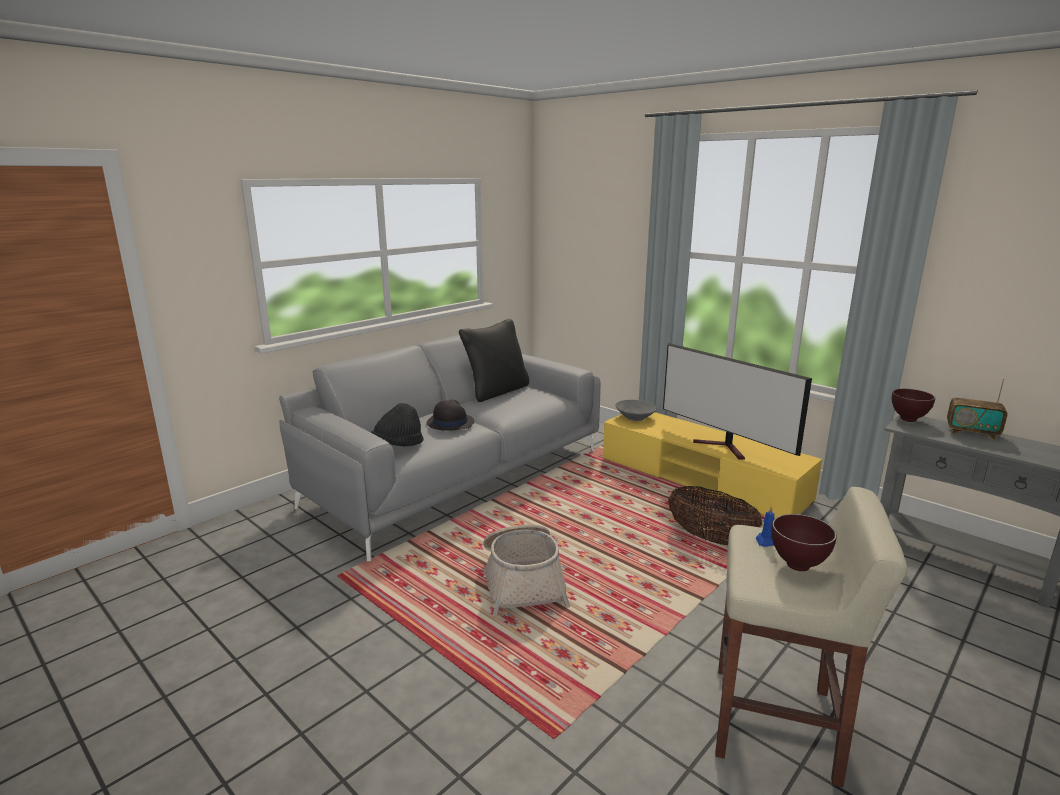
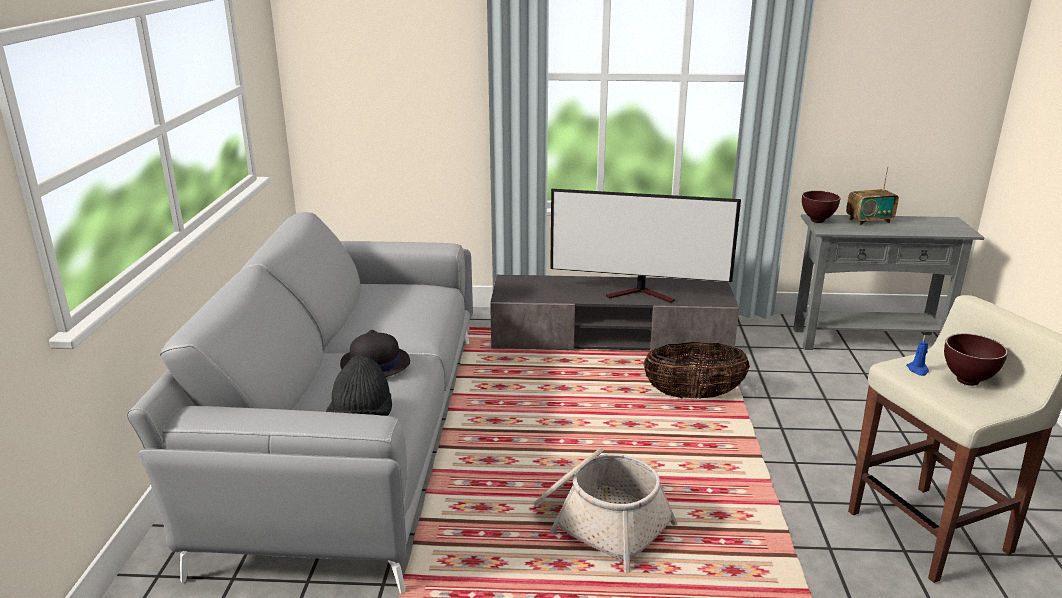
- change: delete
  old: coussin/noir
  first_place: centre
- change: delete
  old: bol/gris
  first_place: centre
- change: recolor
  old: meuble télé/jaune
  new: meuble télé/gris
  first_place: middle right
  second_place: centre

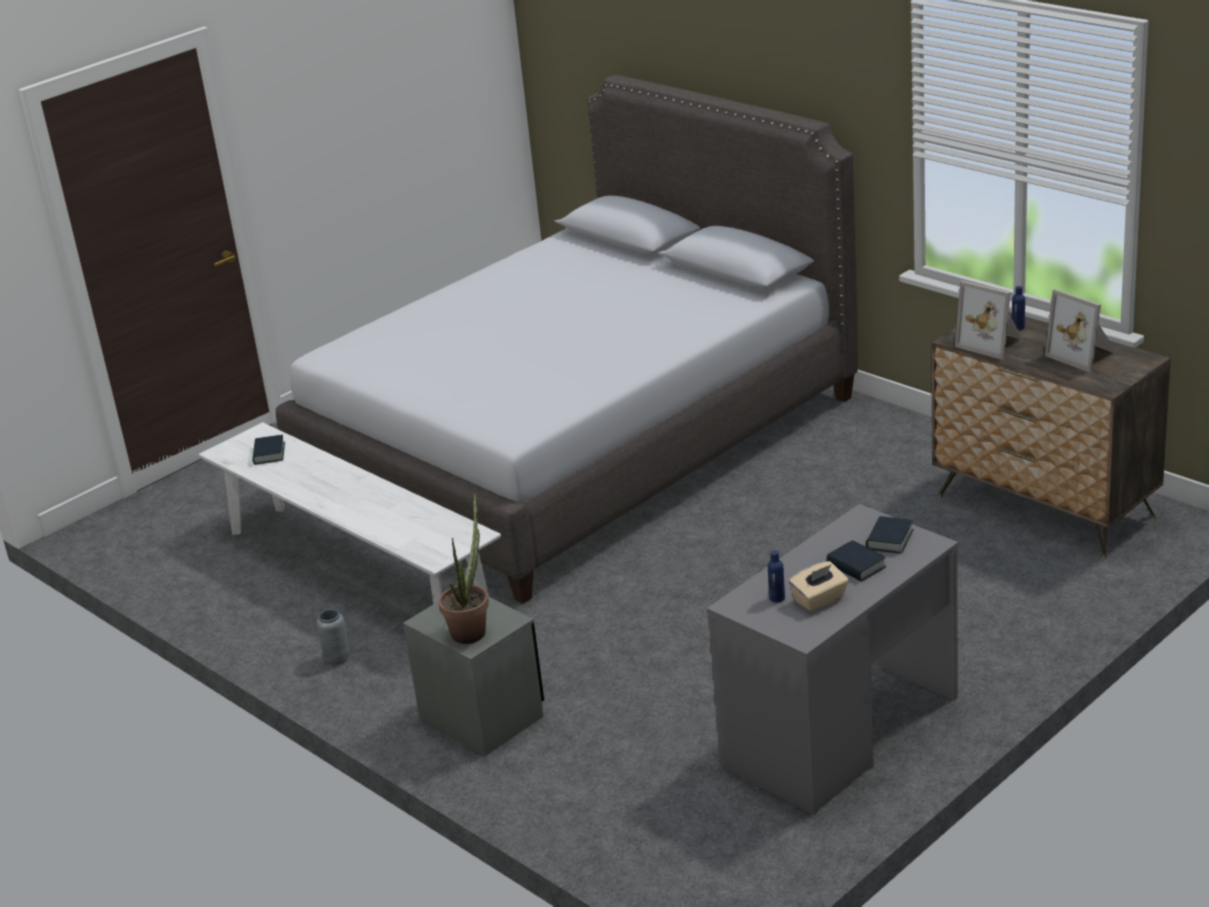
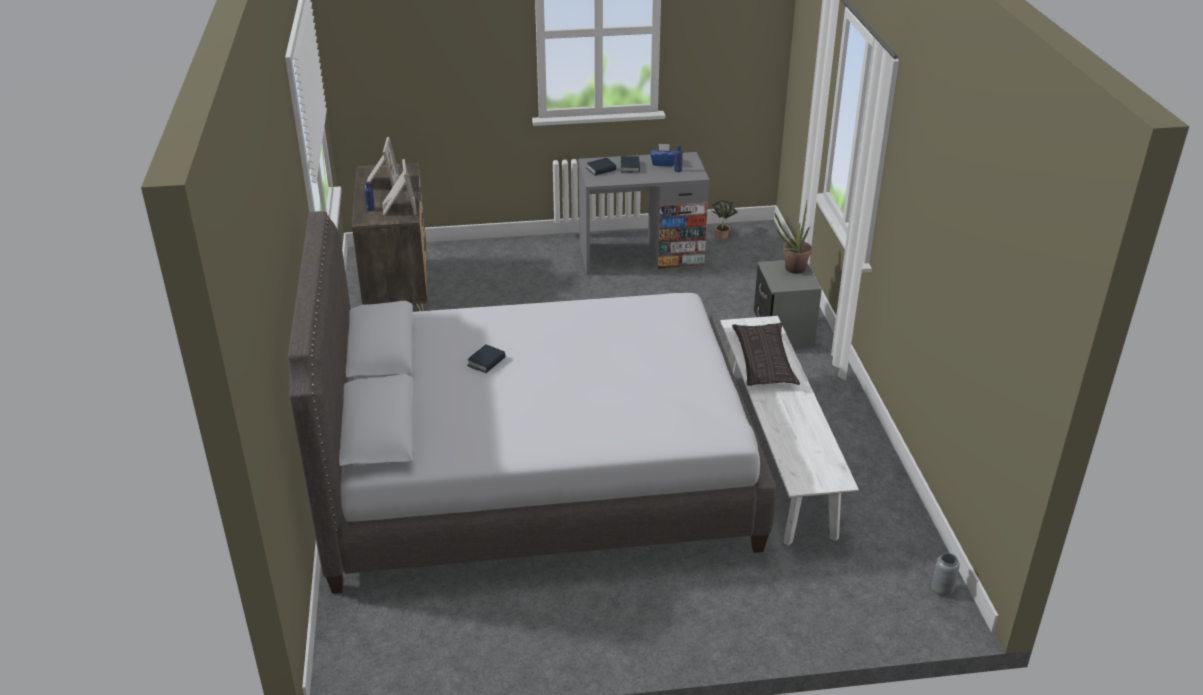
- change: insert
  new: plante en pot (1st from left)
  second_place: top centre
- change: insert
  new: coussin
  second_place: centre
- change: move
  old: livre (1st from left)
  first_place: middle left
  second_place: centre
- change: move
  old: vase/gris
  first_place: bottom left
  second_place: bottom right
- change: recolor
  old: boîte à mouchoirs/beige
  new: boîte à mouchoirs/bleu
  first_place: middle right
  second_place: top centre

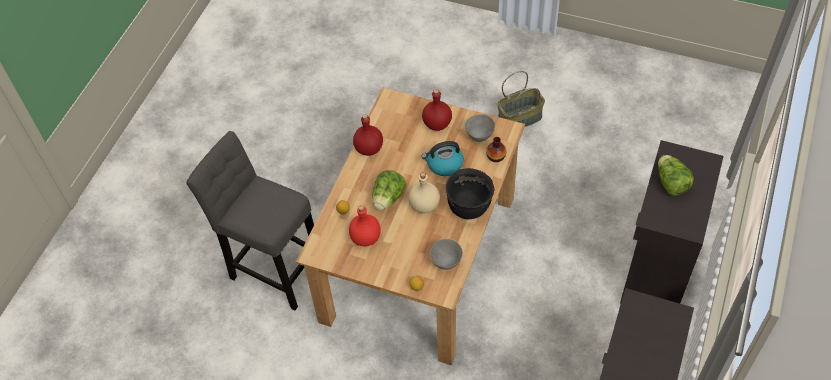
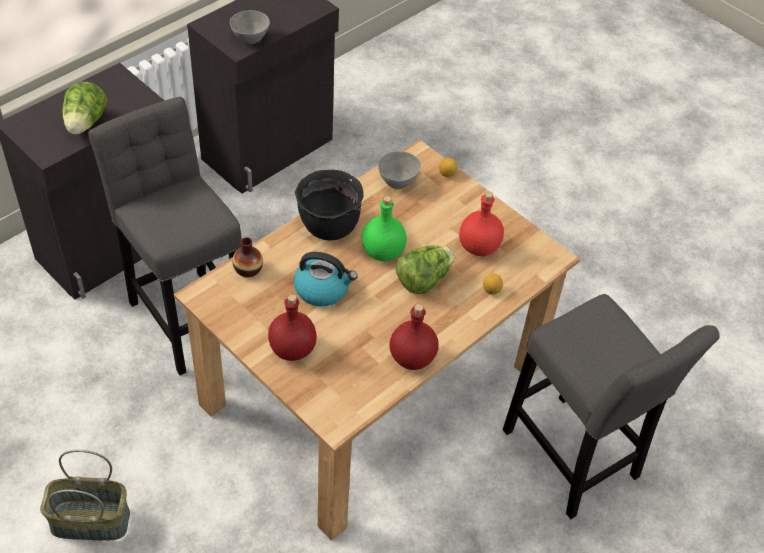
- change: insert
  new: tabouret/gris (1st from left)
  second_place: middle left
- change: move
  old: bol/gris (2nd from left in the first image)
  new: bol/gris (1st from left)
  first_place: centre
  second_place: top left
- change: recolor
  old: bouteille/beige
  new: bouteille/vert
  first_place: centre
  second_place: centre

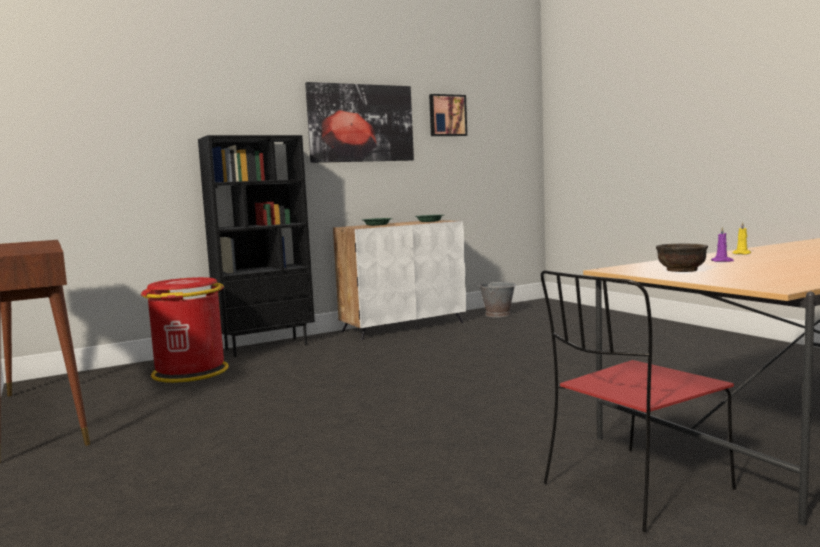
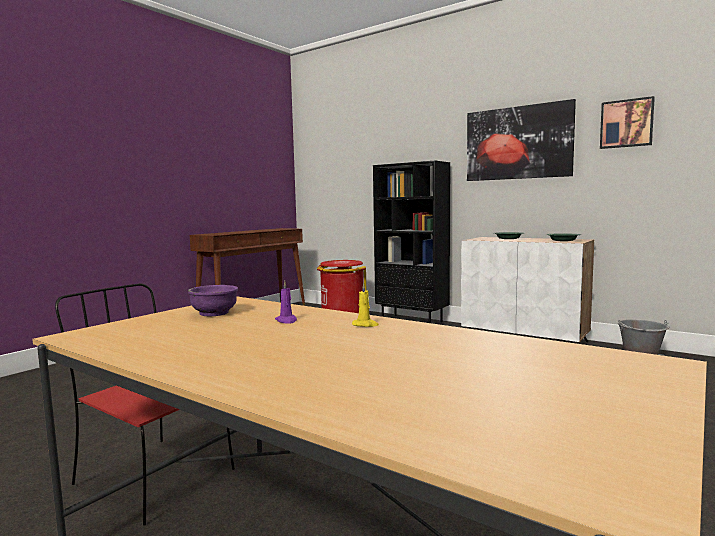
- change: recolor
  old: bol/marron
  new: bol/violet
  first_place: middle right
  second_place: middle left

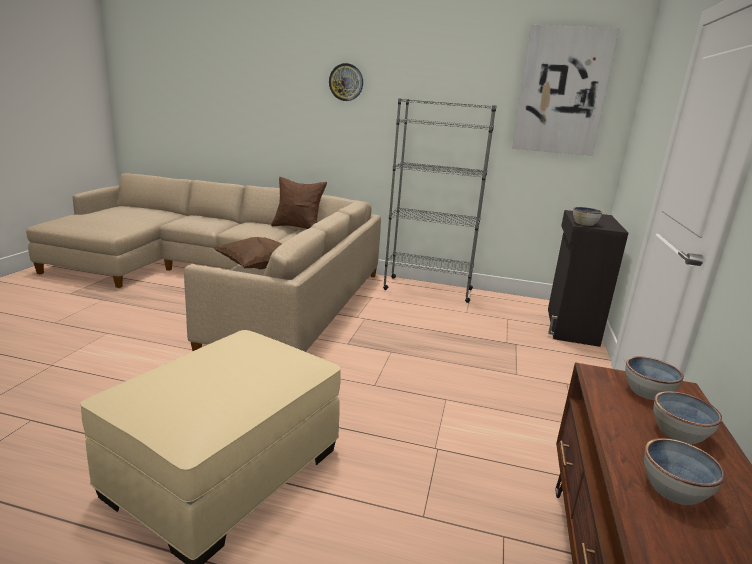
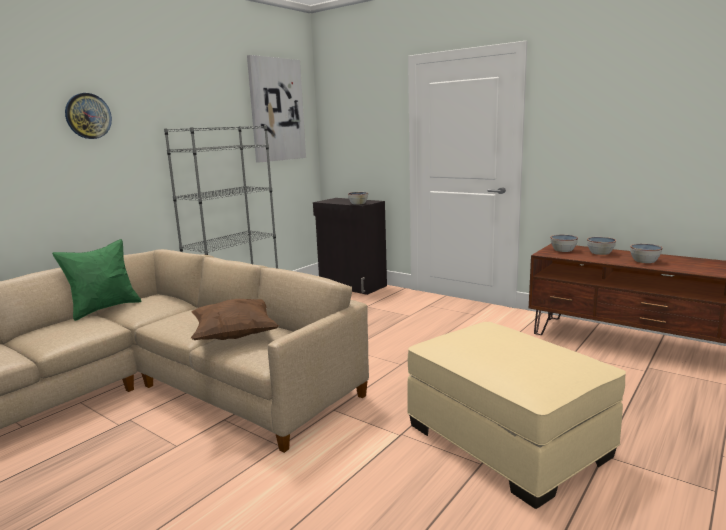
- change: recolor
  old: coussin/marron (2nd from left)
  new: coussin/vert
  first_place: centre
  second_place: middle left

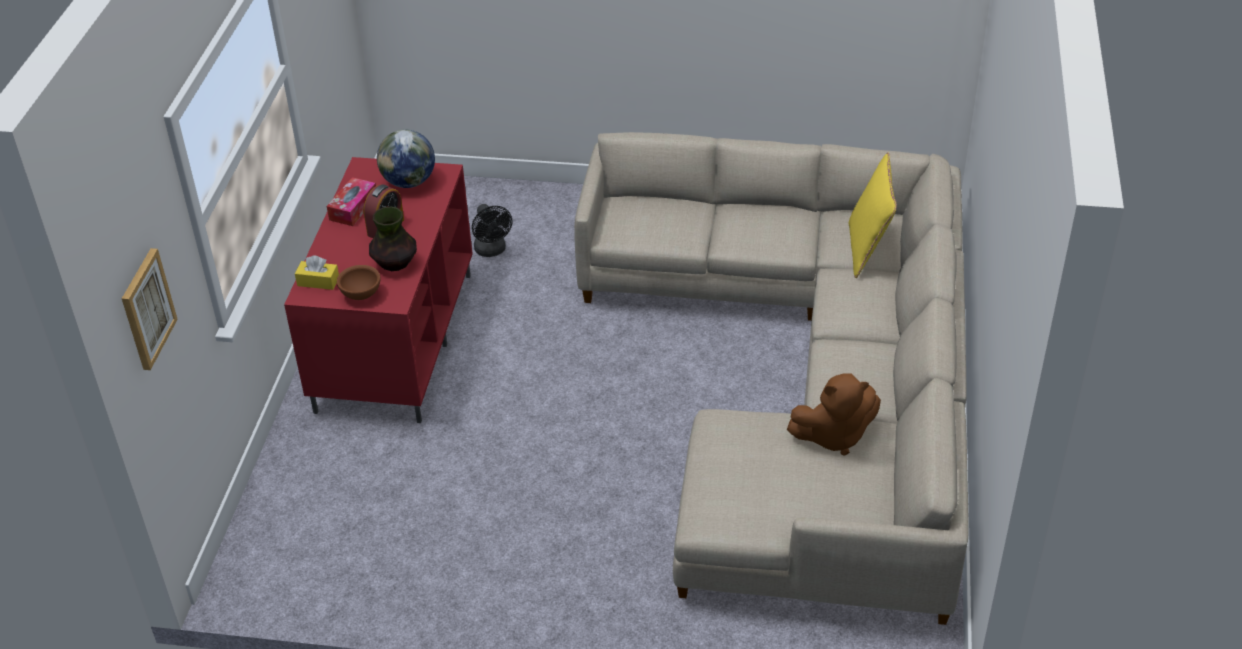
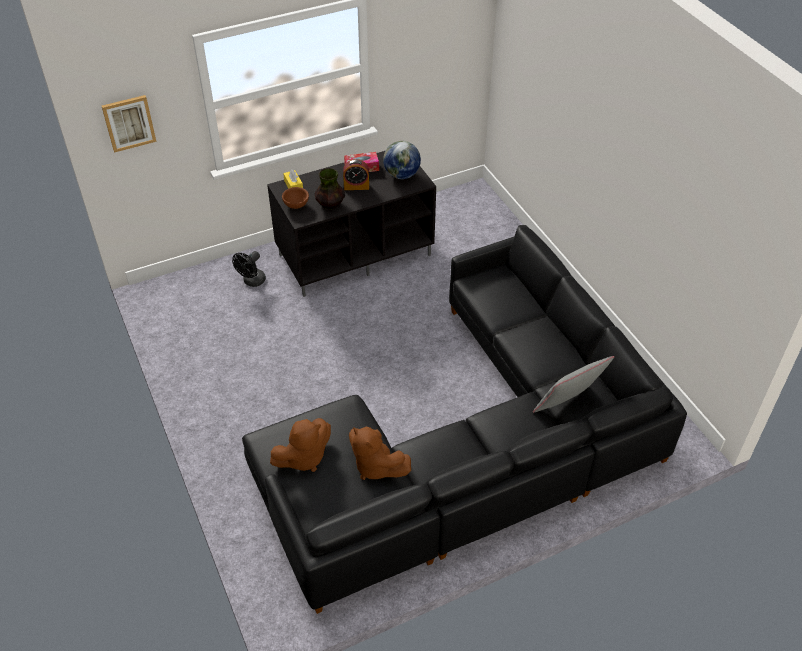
- change: insert
  new: peluche/marron (1st from left)
  second_place: bottom centre
- change: move
  old: ventilateur/noir
  first_place: centre
  second_place: middle left
- change: recolor
  old: meuble télé/rouge
  new: meuble télé/noir
  first_place: middle left
  second_place: centre
- change: recolor
  old: canapé/beige
  new: canapé/noir
  first_place: centre
  second_place: centre
- change: recolor
  old: coussin/jaune
  new: coussin/gris
  first_place: top right
  second_place: middle right

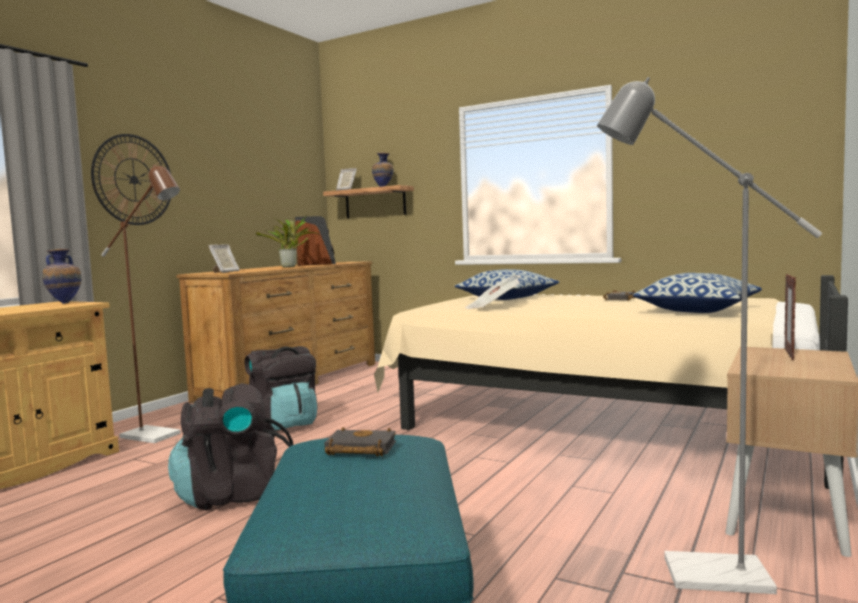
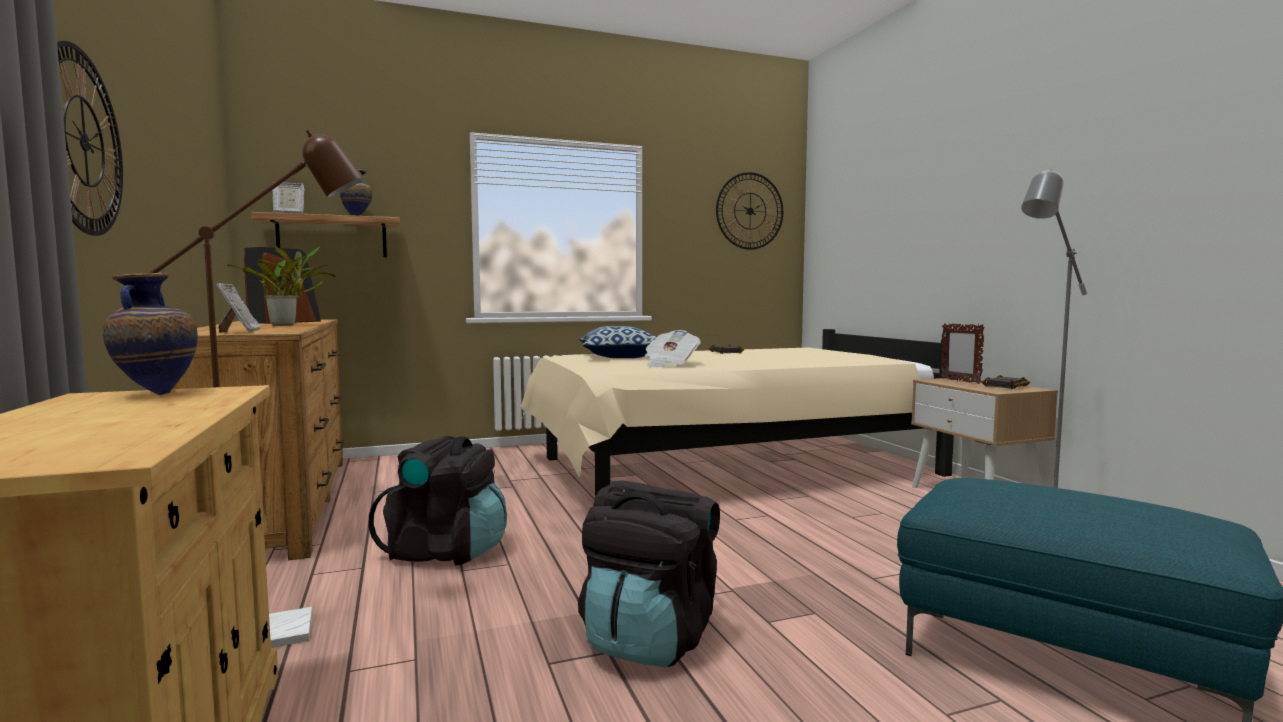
- change: delete
  old: coussin (2nd from left)
  first_place: middle right
- change: insert
  new: horloge murale (2nd from left)
  second_place: top centre
- change: move
  old: livre/noir (1st from left in the first image)
  new: livre/noir (2nd from left)
  first_place: bottom centre
  second_place: middle right

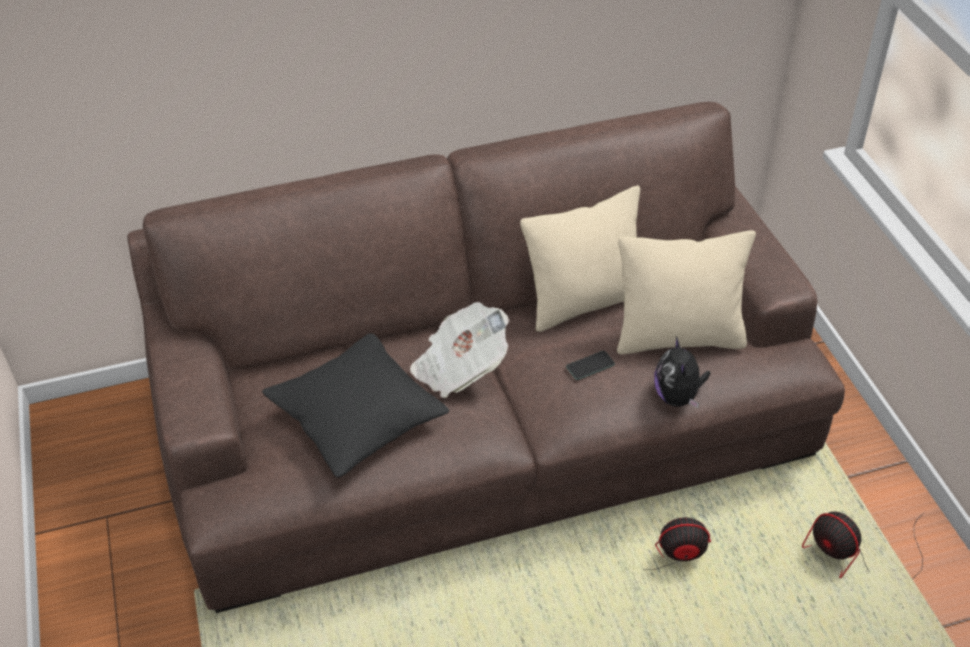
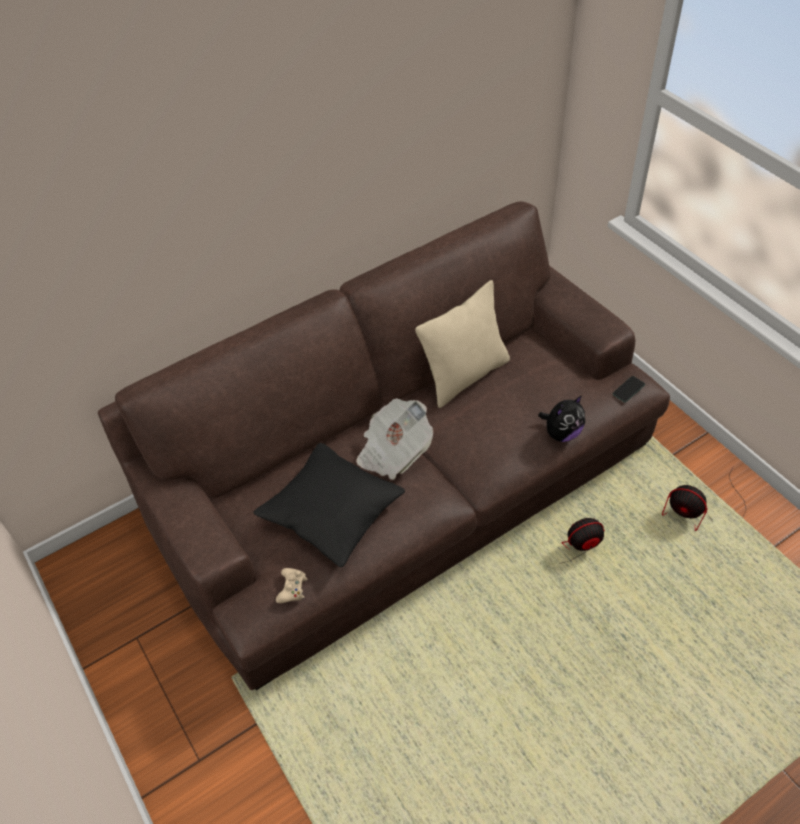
- change: delete
  old: coussin/beige (2nd from left)
  first_place: middle right
- change: insert
  new: manette/beige
  second_place: bottom centre
- change: move
  old: téléphone
  first_place: centre
  second_place: middle right
- change: rotate
  old: peluche
  first_place: middle right
  second_place: middle right
  degrees: -105

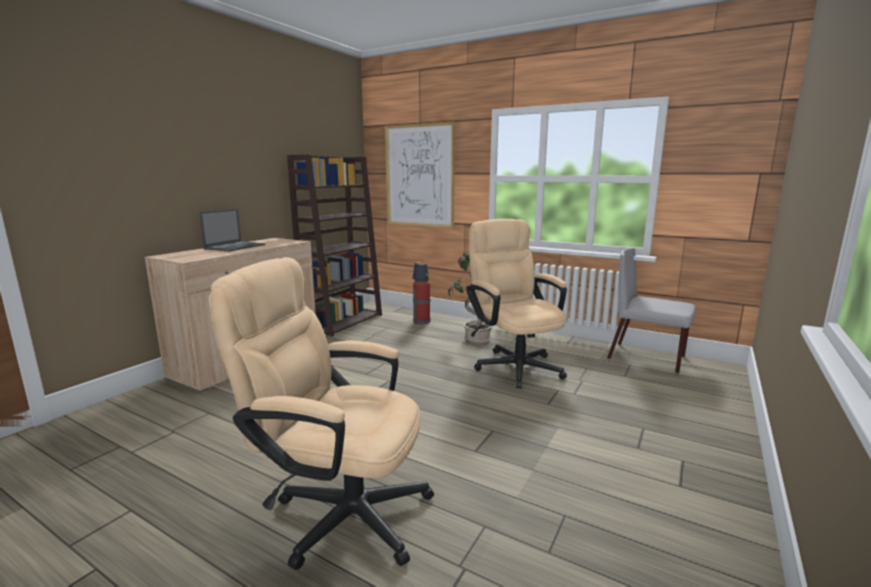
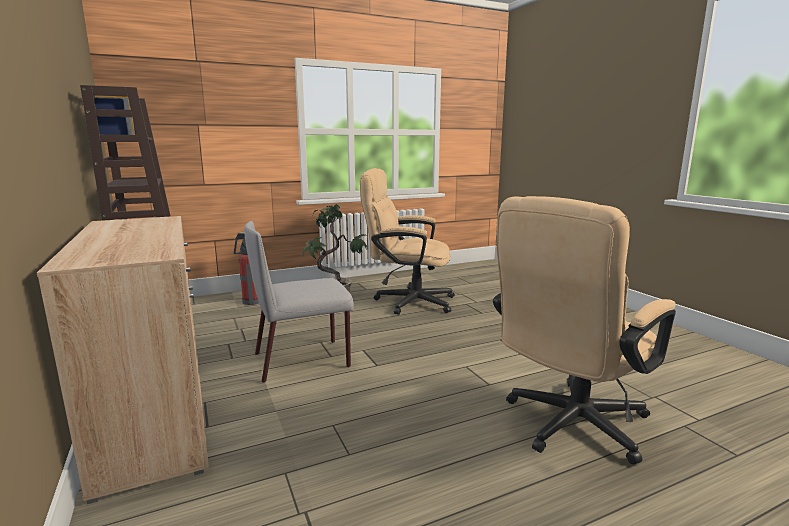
- change: delete
  old: ordinateur portable
  first_place: middle left
- change: delete
  old: tableau
  first_place: top centre
- change: move
  old: chaise/gris
  first_place: middle right
  second_place: centre

